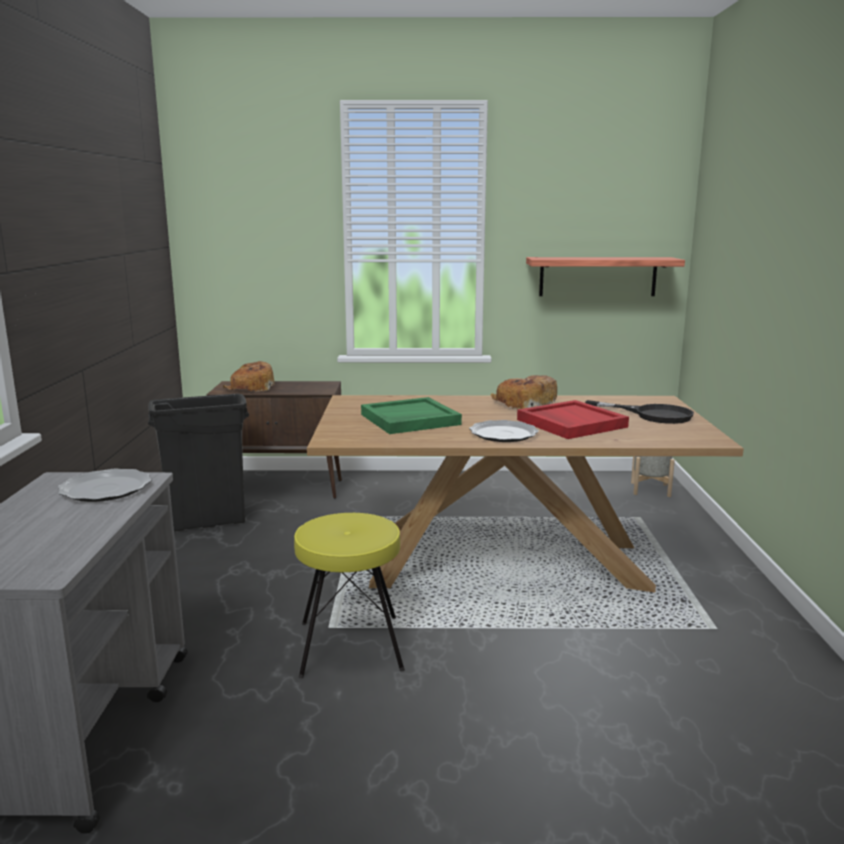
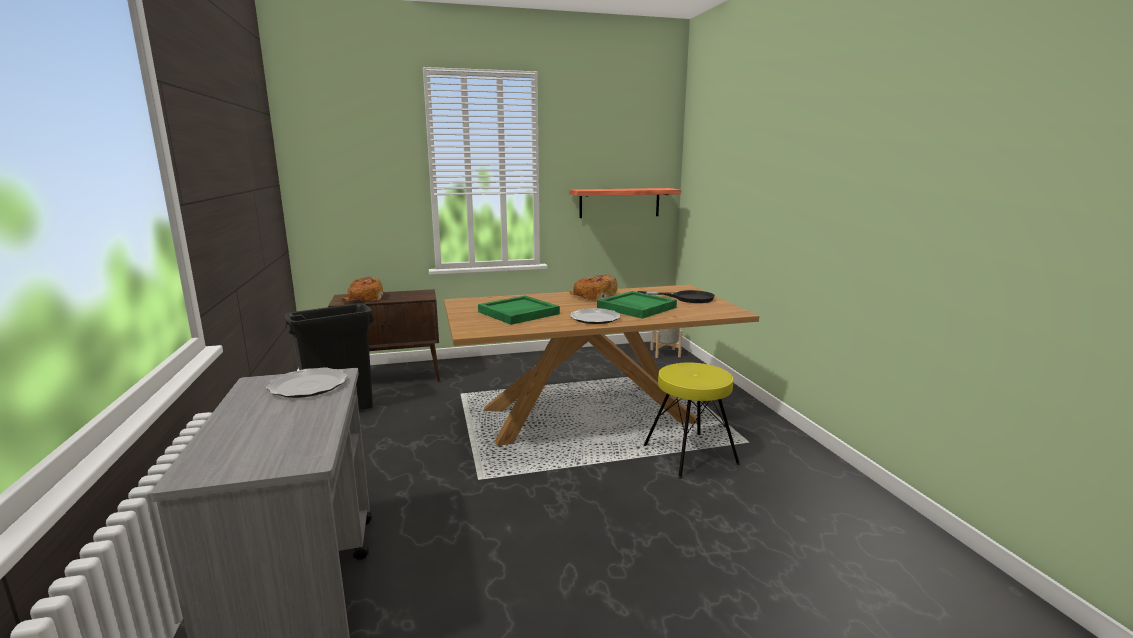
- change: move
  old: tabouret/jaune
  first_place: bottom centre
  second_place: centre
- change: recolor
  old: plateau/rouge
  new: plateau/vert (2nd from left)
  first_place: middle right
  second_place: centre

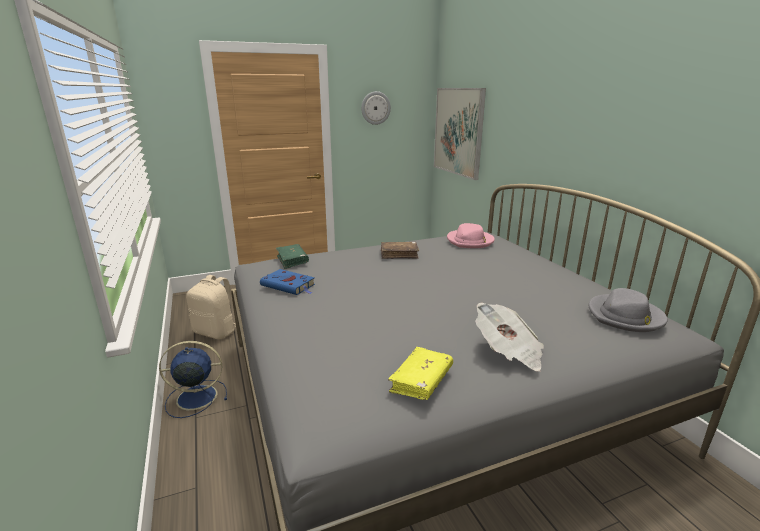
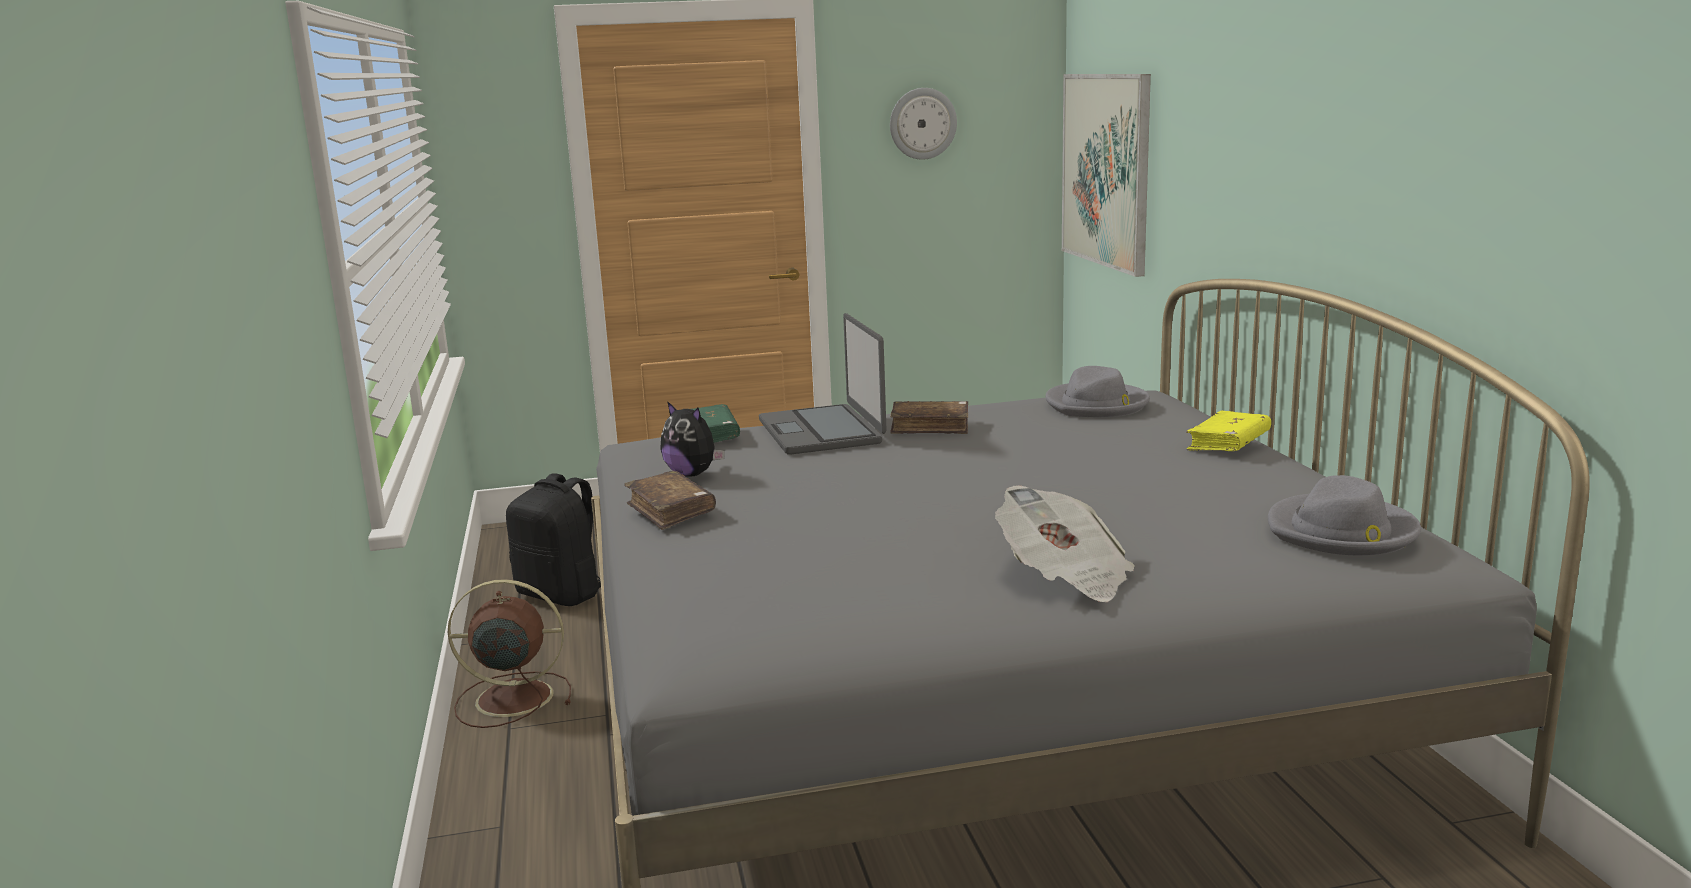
- change: insert
  new: livre/marron (1st from left)
  second_place: centre
- change: insert
  new: ordinateur portable
  second_place: centre
- change: move
  old: livre/jaune
  first_place: bottom centre
  second_place: middle right
- change: replace
  old: livre/bleu
  new: peluche
  first_place: centre
  second_place: centre
- change: recolor
  old: ventilateur/bleu
  new: ventilateur/marron
  first_place: bottom left
  second_place: bottom left
- change: recolor
  old: sac à dos/beige
  new: sac à dos/noir
  first_place: middle left
  second_place: middle left
- change: recolor
  old: chapeau/rose
  new: chapeau/gris (1st from left)
  first_place: centre
  second_place: centre

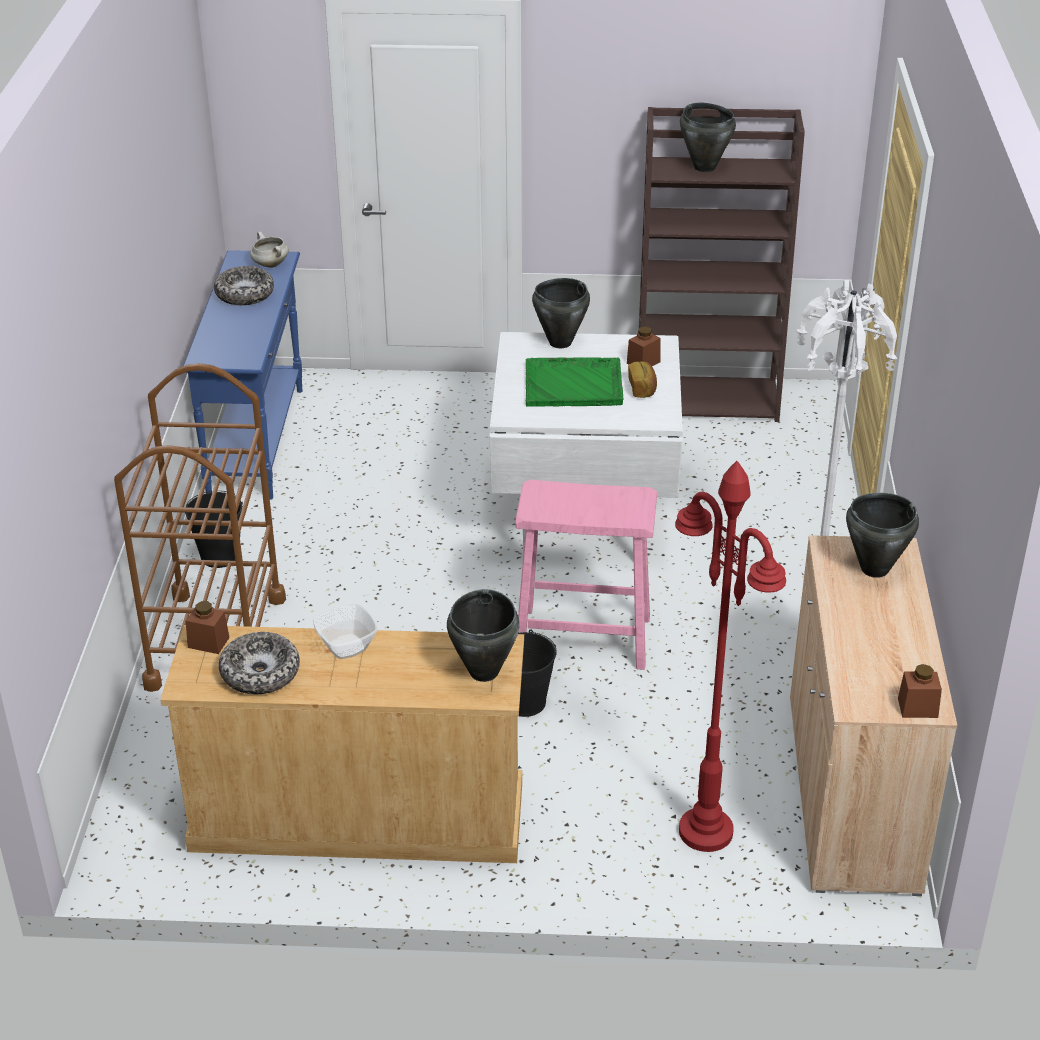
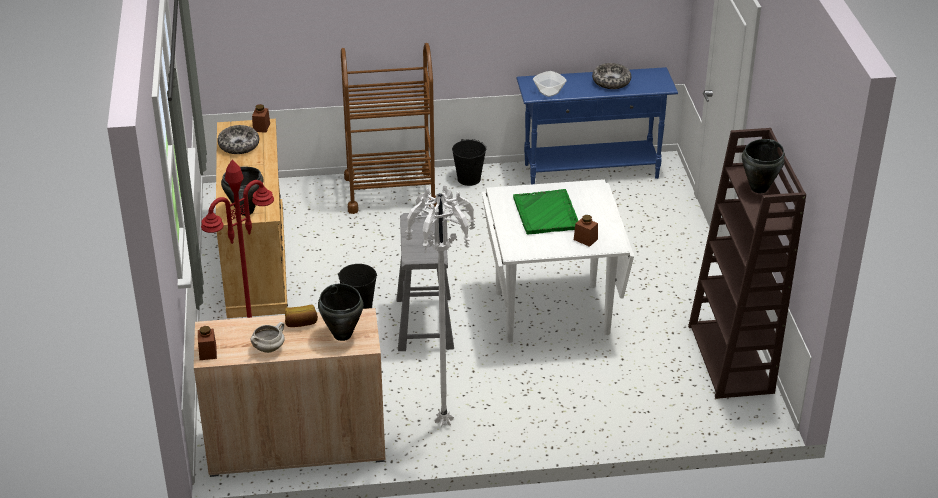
- change: delete
  old: marmite/noir (2nd from left)
  first_place: top centre
- change: move
  old: marmite/blanc
  first_place: top left
  second_place: bottom left
- change: move
  old: bol (3rd from left in the first image)
  new: bol (2nd from left)
  first_place: middle left
  second_place: top centre
- change: move
  old: pain
  first_place: centre
  second_place: middle left
- change: recolor
  old: tabouret/rose
  new: tabouret/gris
  first_place: centre
  second_place: centre

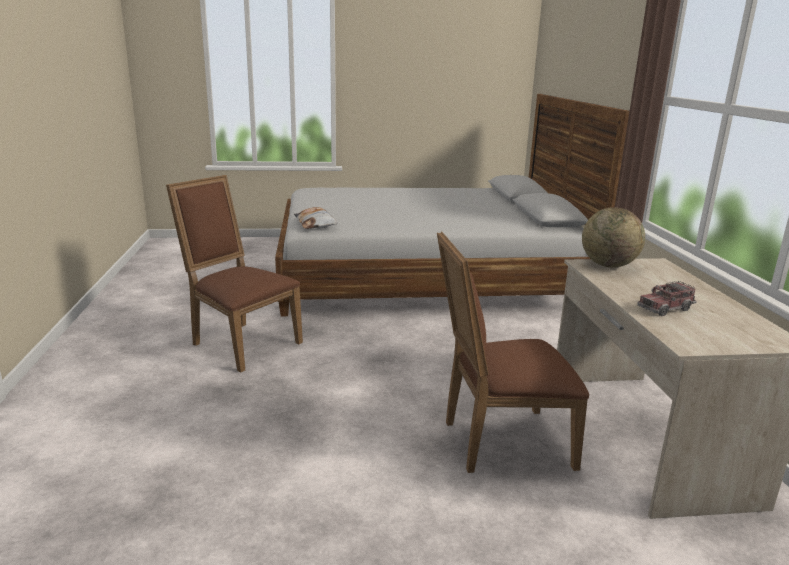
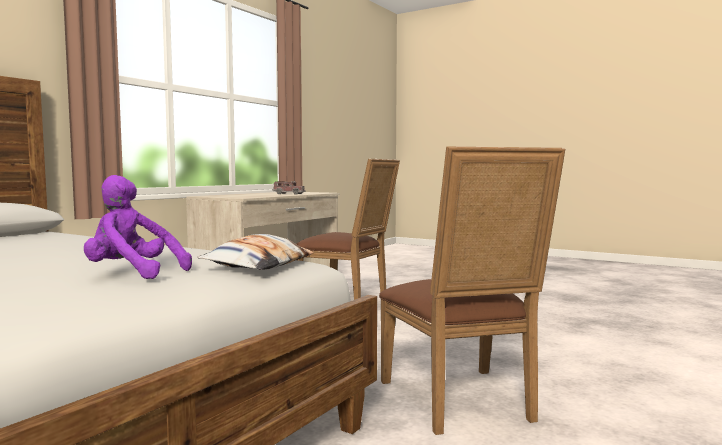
- change: delete
  old: globe
  first_place: middle right
- change: insert
  new: peluche/violet
  second_place: middle left

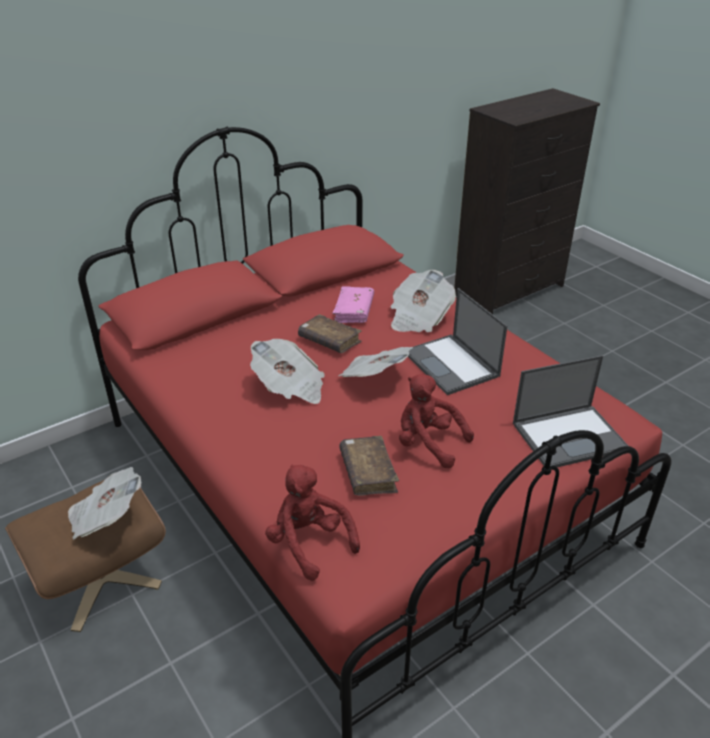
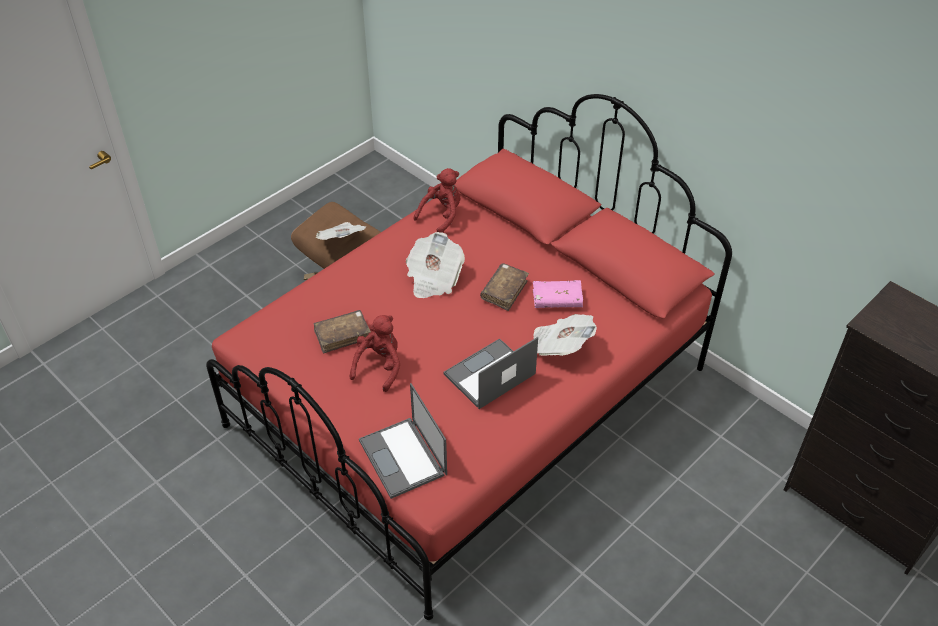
- change: delete
  old: journal (3rd from left)
  first_place: centre
- change: move
  old: peluche/rouge (1st from left in the first image)
  new: peluche/rouge (2nd from left)
  first_place: bottom centre
  second_place: top centre

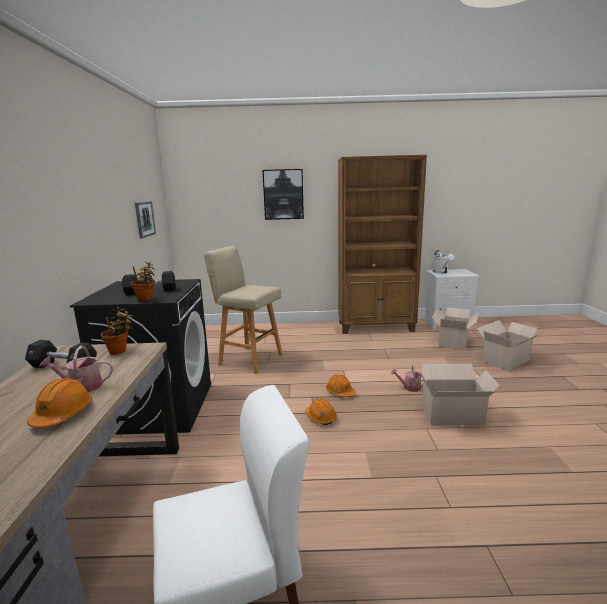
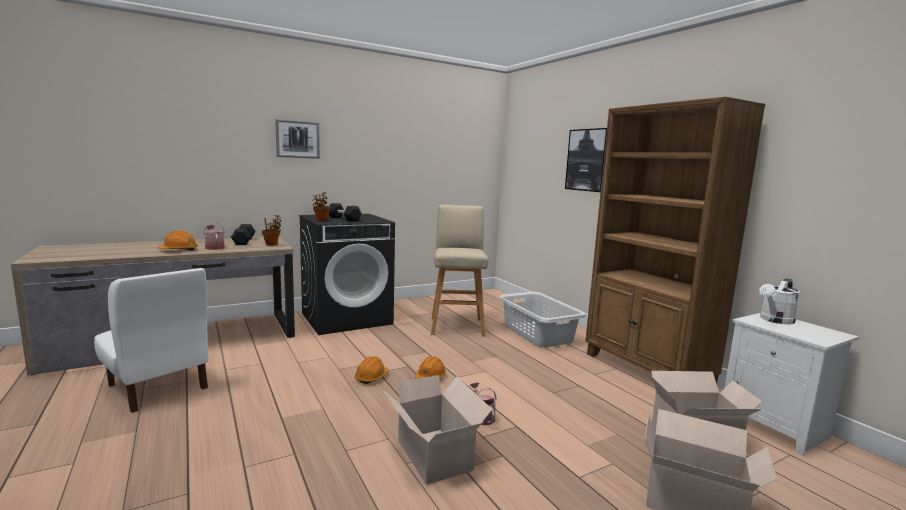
- change: insert
  new: panier à linge/gris
  second_place: centre
- change: move
  old: tableau (1st from left)
  first_place: middle left
  second_place: top left

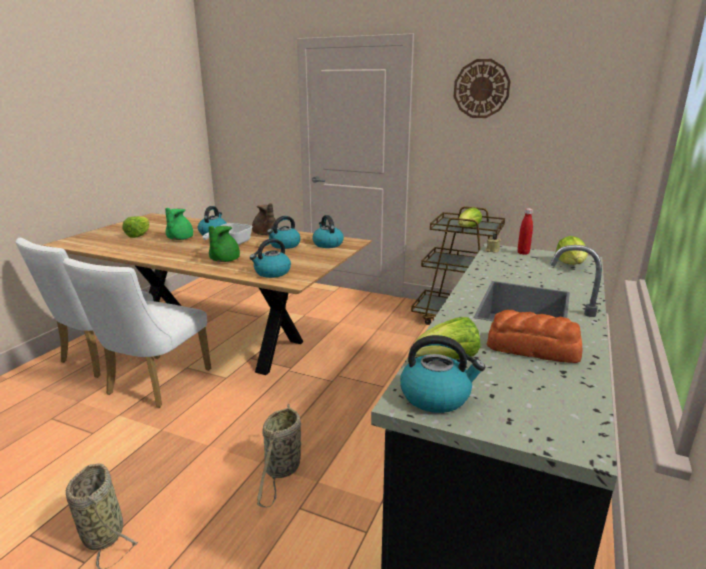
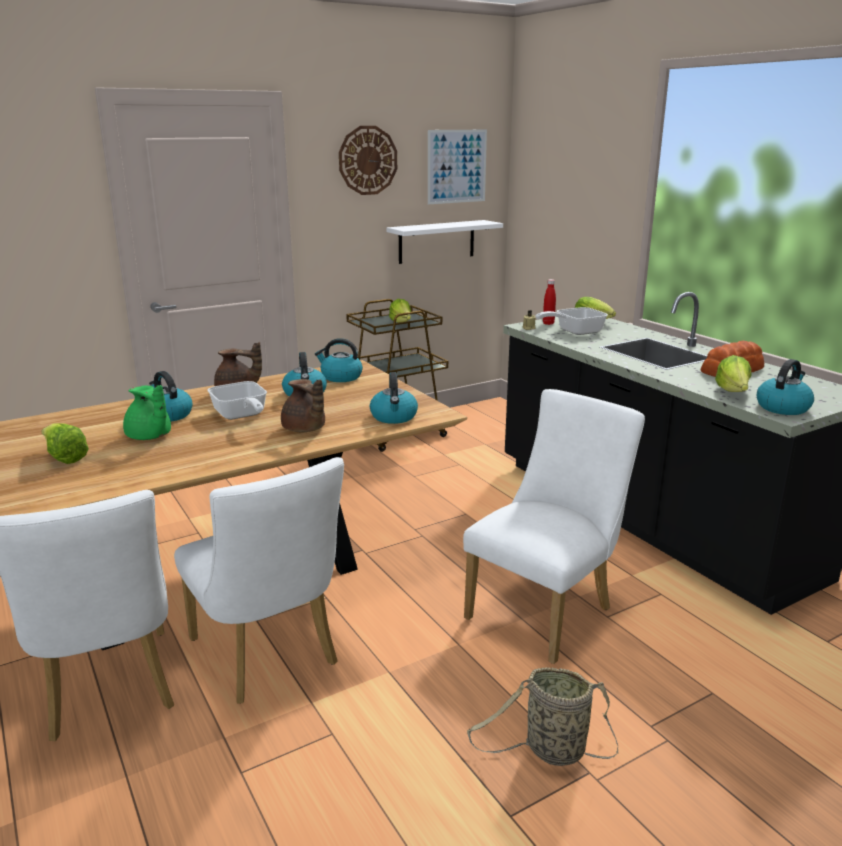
- change: insert
  new: étagère/blanc
  second_place: top centre
- change: insert
  new: tableau
  second_place: top centre
- change: insert
  new: poêle (2nd from left)
  second_place: middle right
- change: replace
  old: panier (2nd from left)
  new: chaise/blanc (3rd from left)
  first_place: bottom centre
  second_place: centre
- change: recolor
  old: théière/vert (2nd from left)
  new: théière/marron (2nd from left)
  first_place: middle left
  second_place: centre

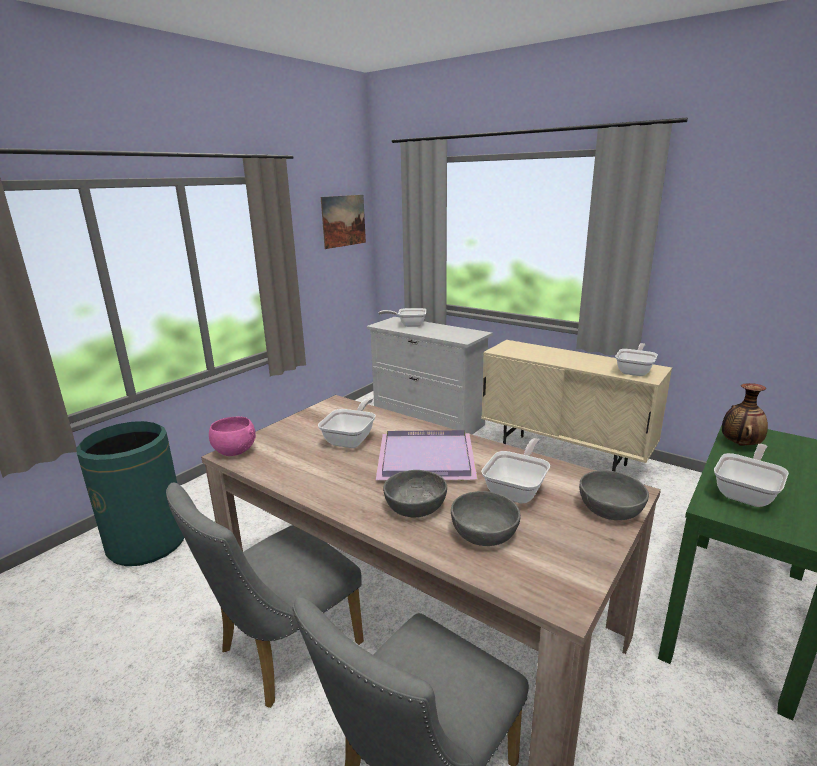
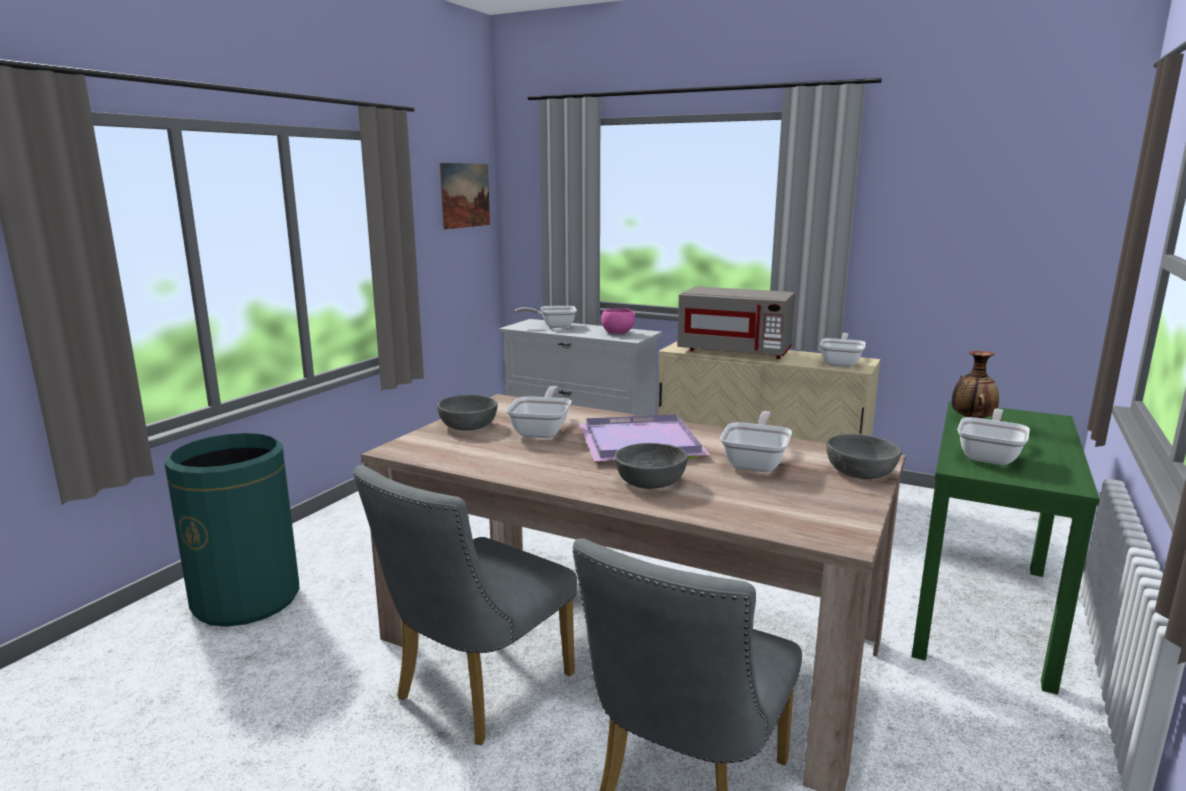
- change: insert
  new: micro-ondes/gris
  second_place: centre
- change: move
  old: bol/rose
  first_place: middle left
  second_place: centre
- change: move
  old: bol/gris (2nd from left in the first image)
  new: bol/gris (1st from left)
  first_place: bottom centre
  second_place: centre

